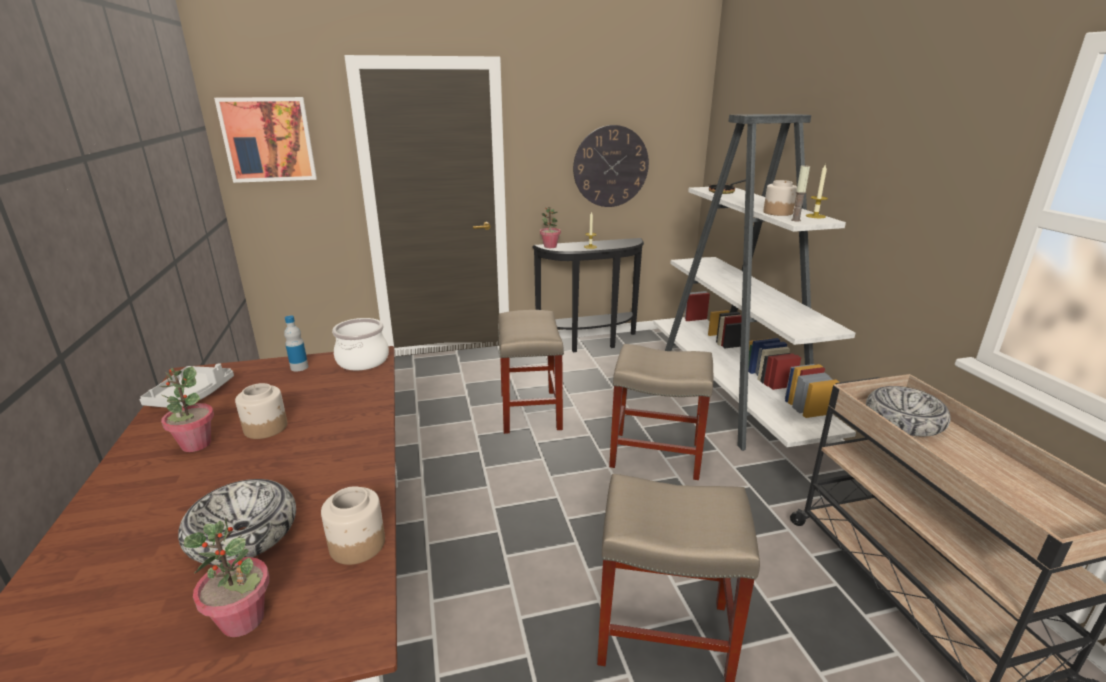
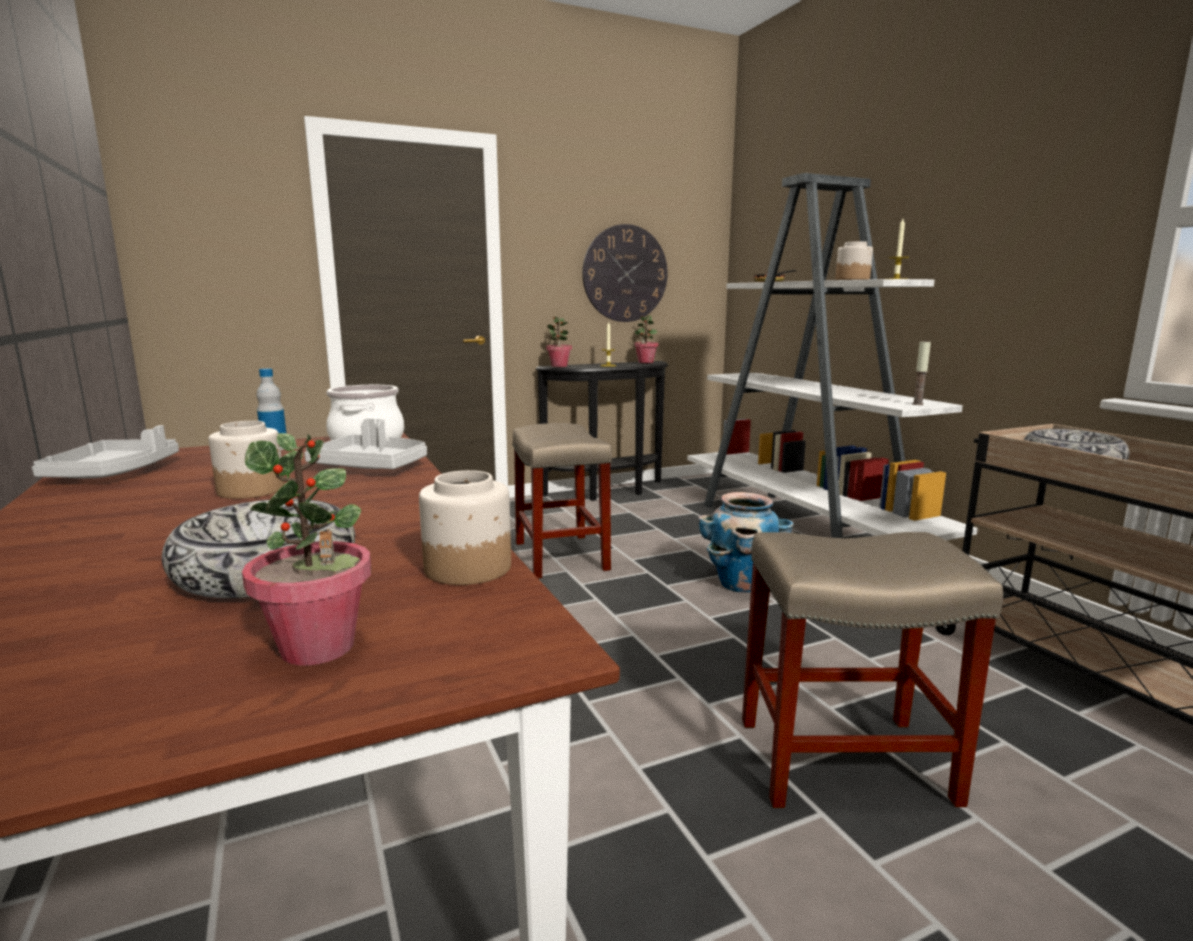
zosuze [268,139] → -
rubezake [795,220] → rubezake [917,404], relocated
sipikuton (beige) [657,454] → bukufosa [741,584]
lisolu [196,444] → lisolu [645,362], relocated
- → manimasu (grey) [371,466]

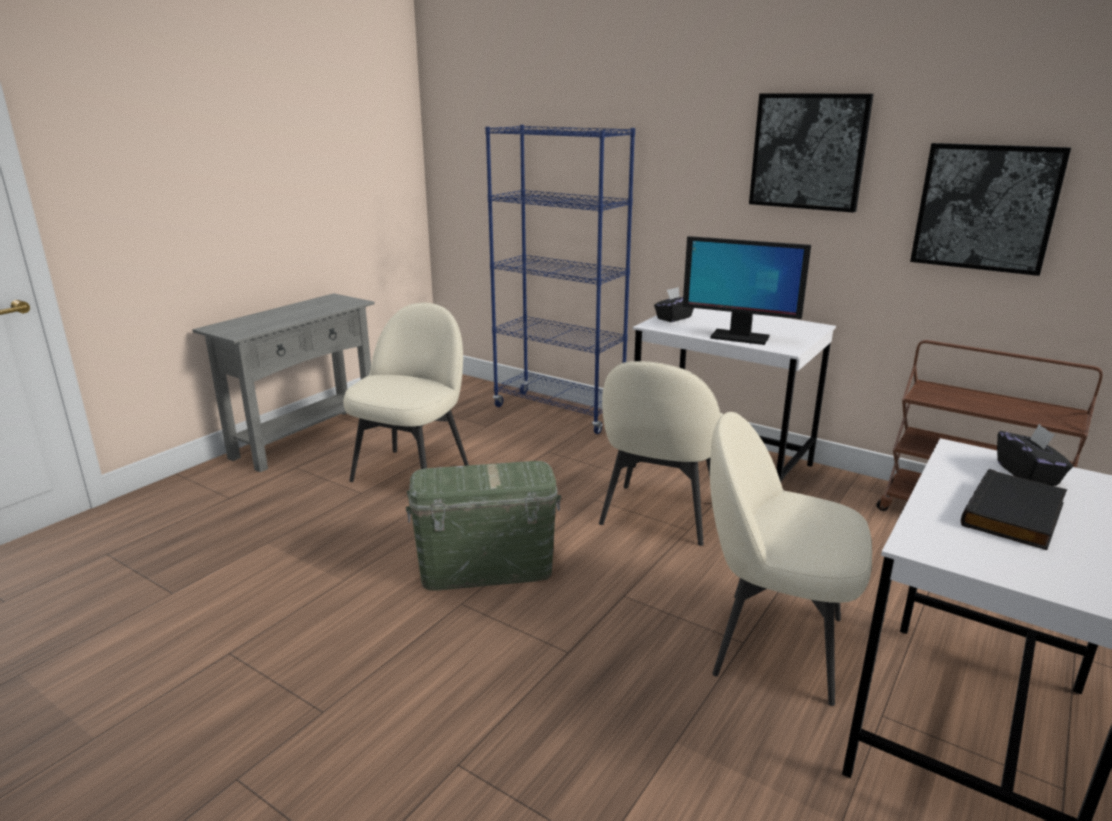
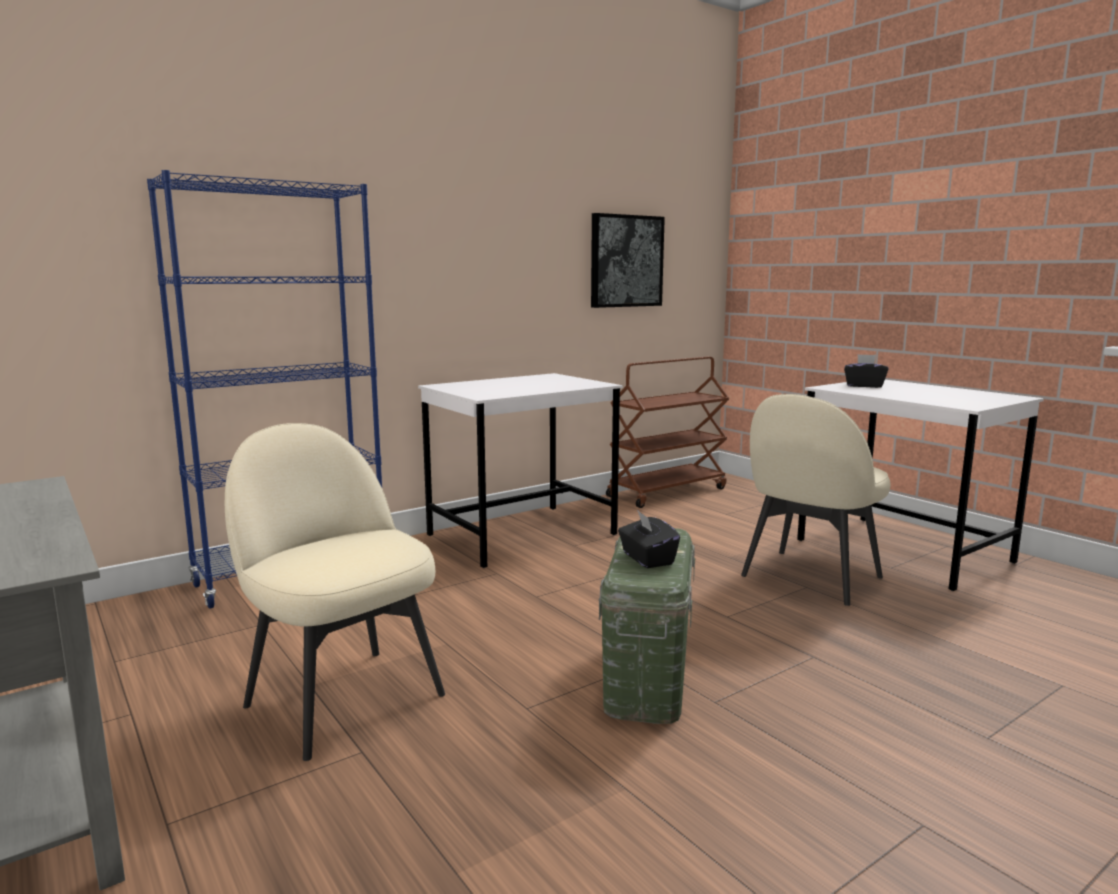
zosuze [808,152] → -
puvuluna [739,337] → -
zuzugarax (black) [673,318] → zuzugarax (black) [647,559], relocated
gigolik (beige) [659,516] → -
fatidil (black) [1015,516] → -

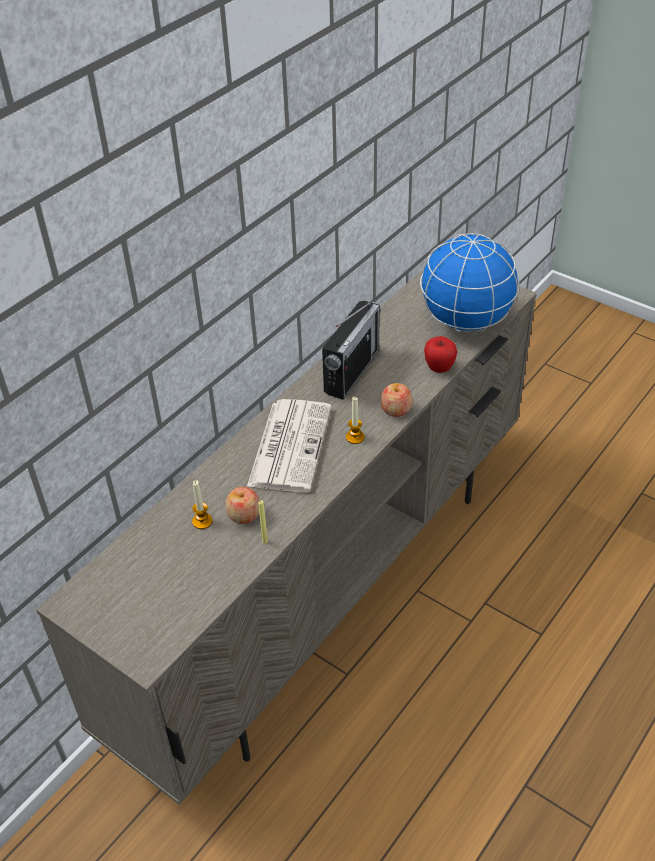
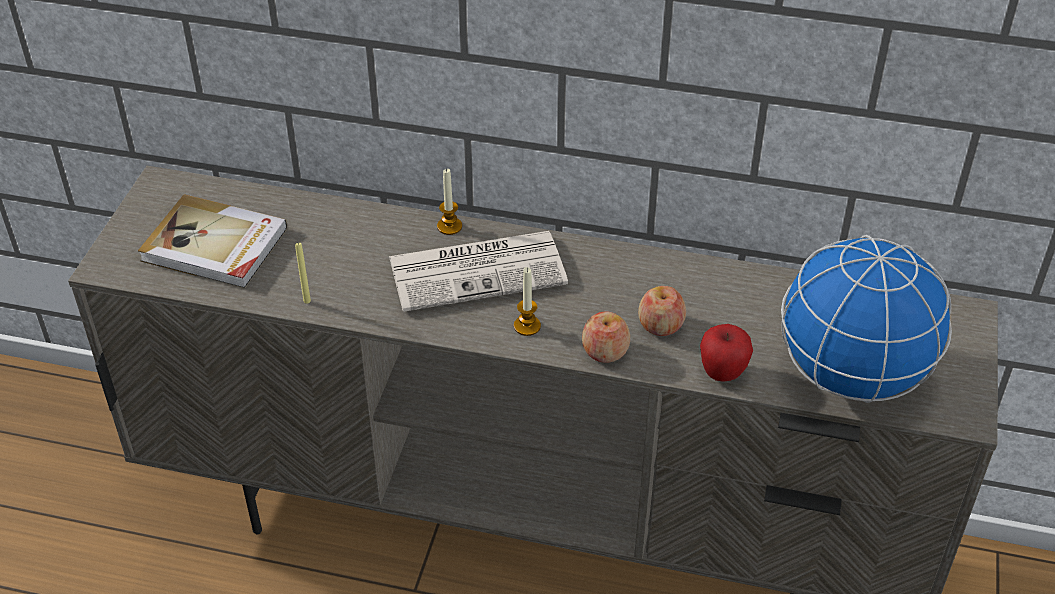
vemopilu [352,371] → -
rubezake [202,521] → rubezake [449,226], relocated
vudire [244,515] → vudire [660,325], relocated
- → fatidil [215,246]

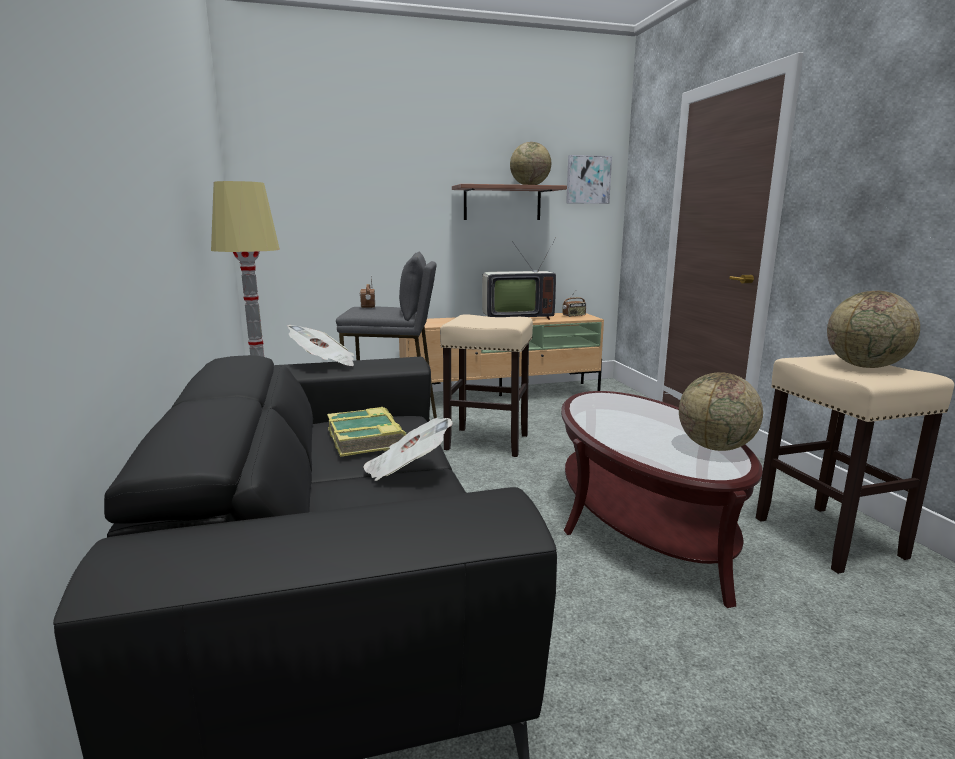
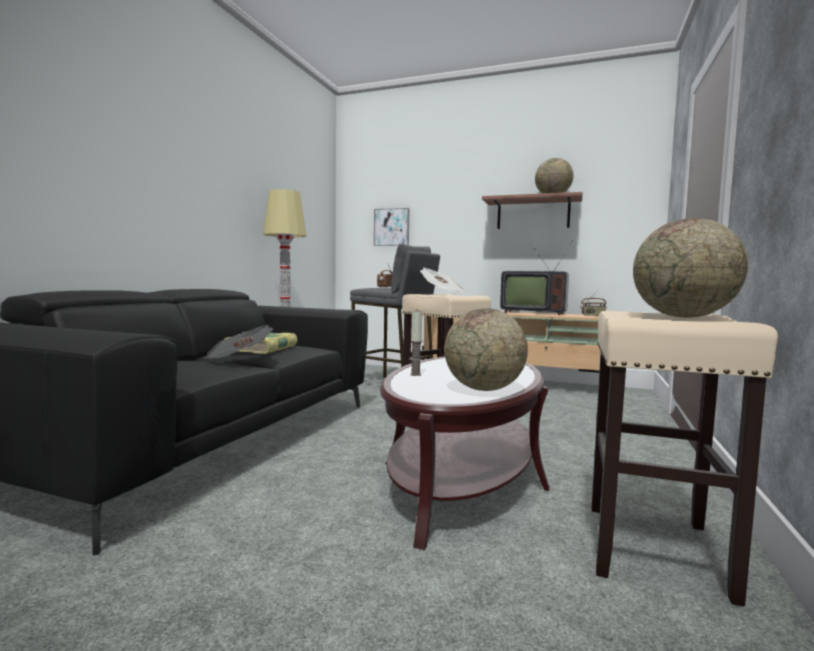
zosuze [588,180] → zosuze [392,227], relocated
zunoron [324,363] → zunoron [443,294], relocated
- → rubezake [415,374]

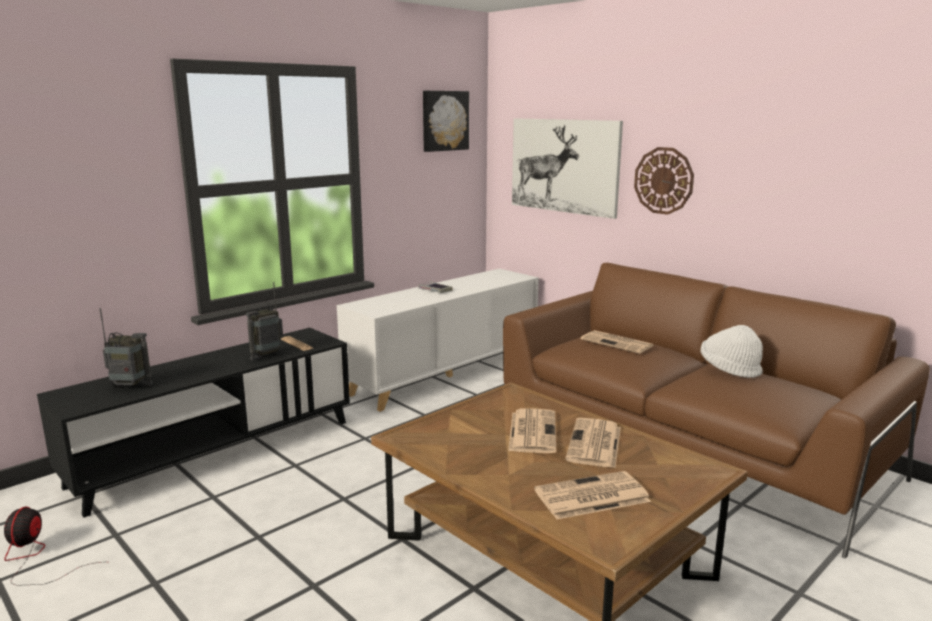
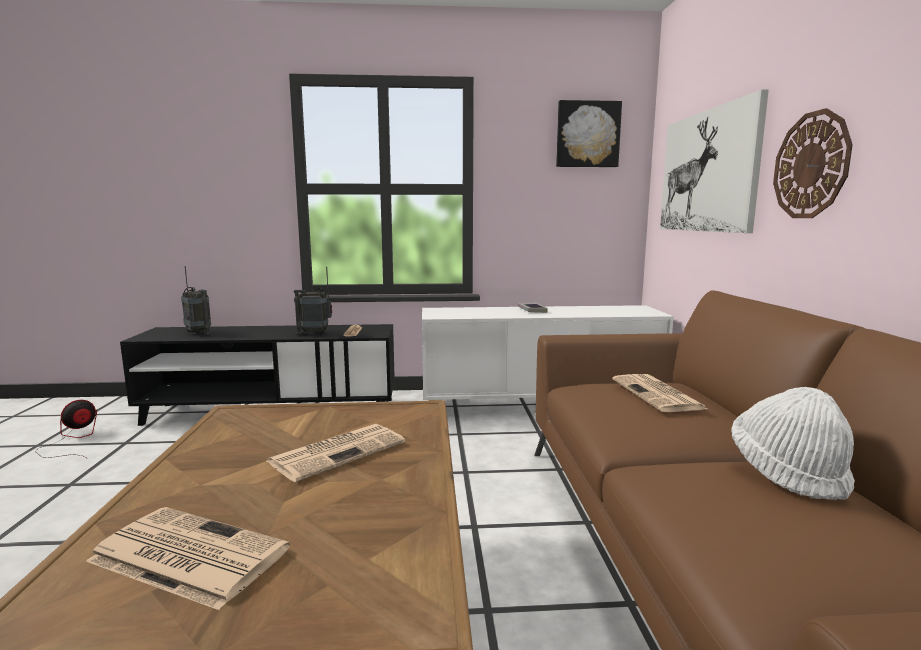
zunoron [595,444] → -

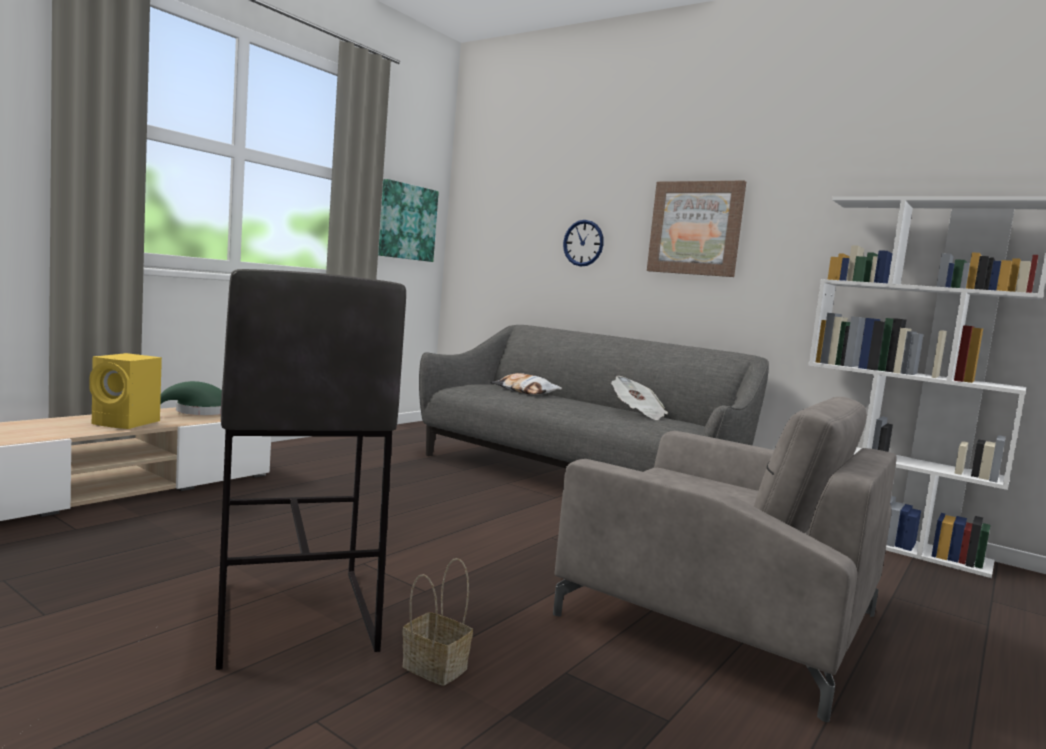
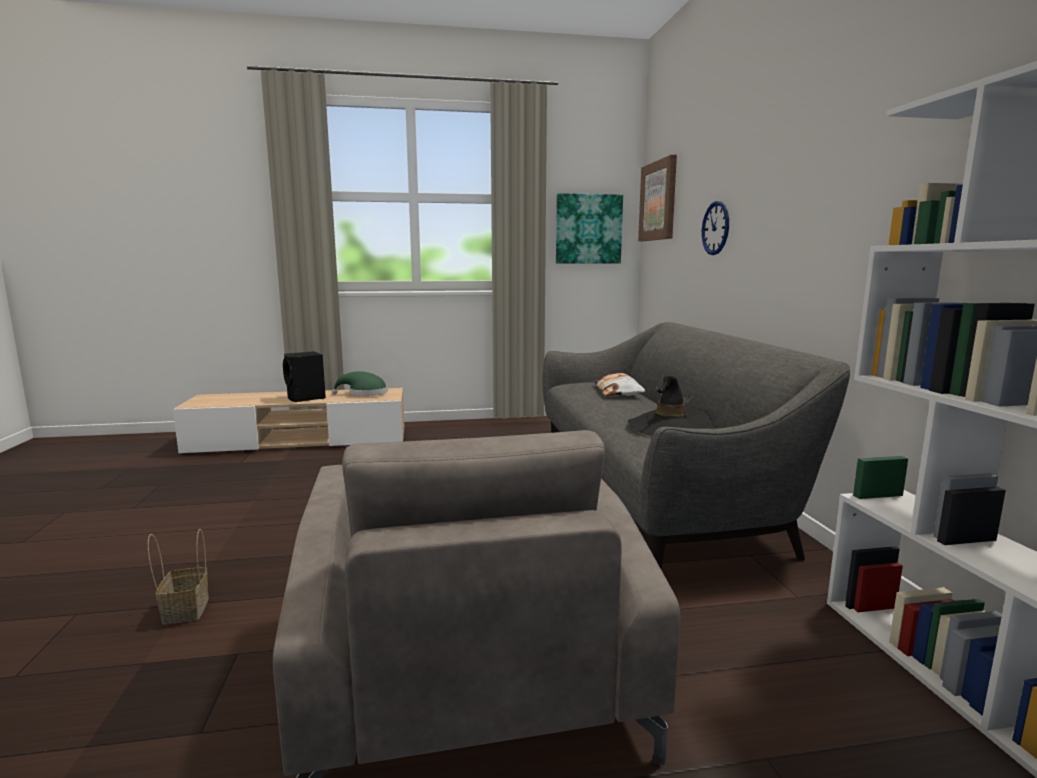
zosuze [695,228] → zosuze [658,201], relocated
sipikuton (grey) [292,616] → -
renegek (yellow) [127,423] → renegek (black) [306,398]
zunoron [638,414] → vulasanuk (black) [669,426]

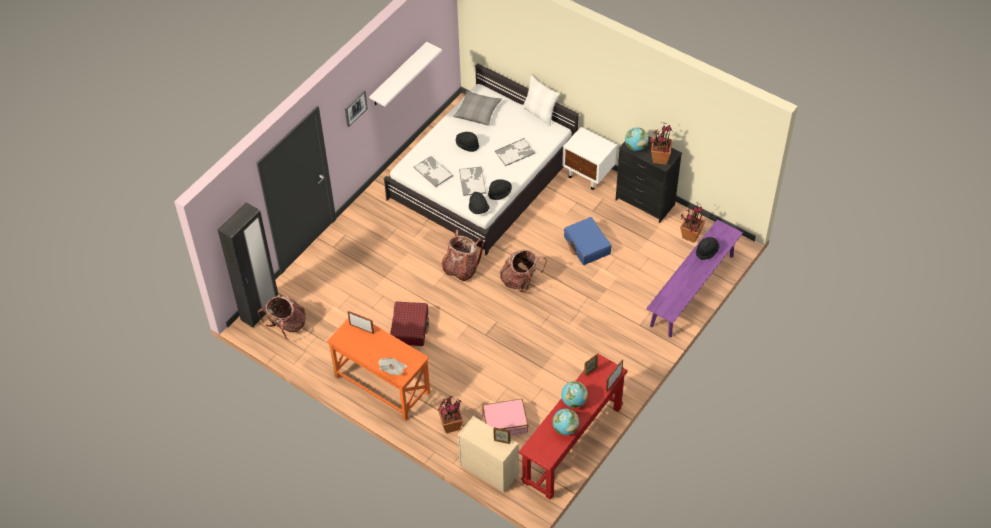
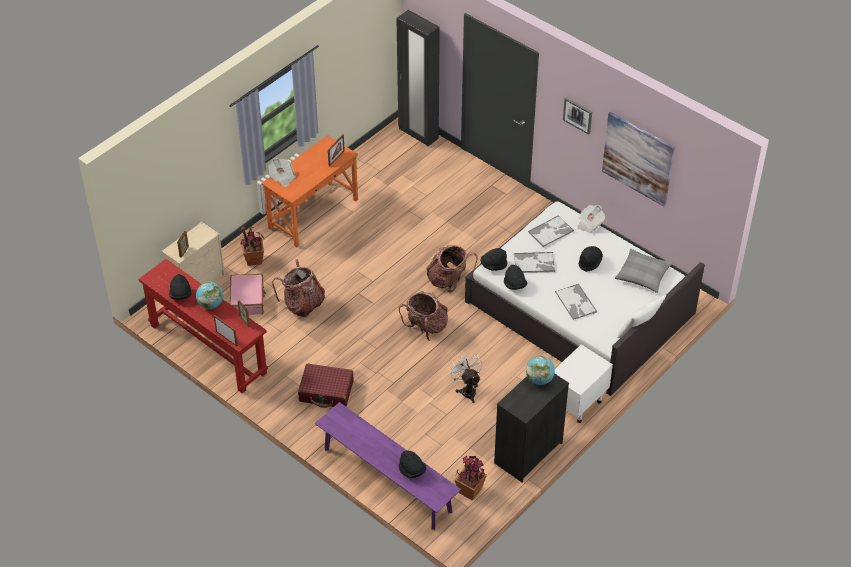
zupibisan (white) [398,75] → zosuze [638,158]
lisolu [659,158] → -
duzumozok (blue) [587,246] → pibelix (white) [467,390]
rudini [287,326] → rudini [302,304], relocated
duzumozok (red) [410,328] → duzumozok (red) [326,391], relocated
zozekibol [565,429] → vulasanuk (black) [180,294]
- → zunoron [589,224]

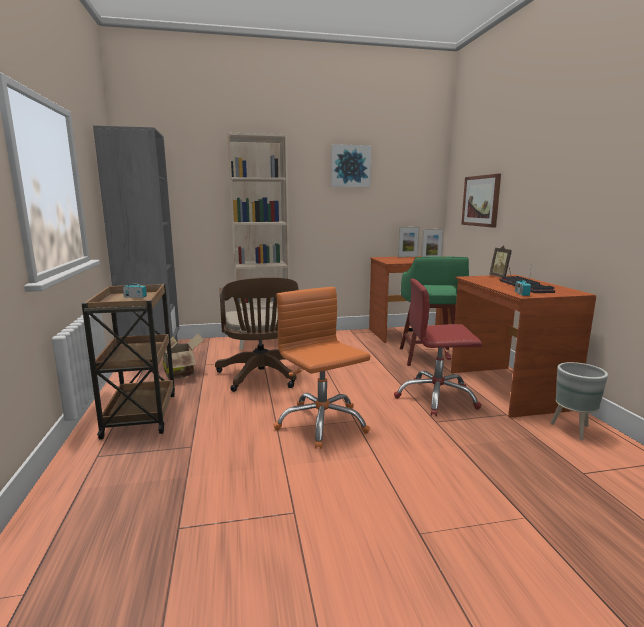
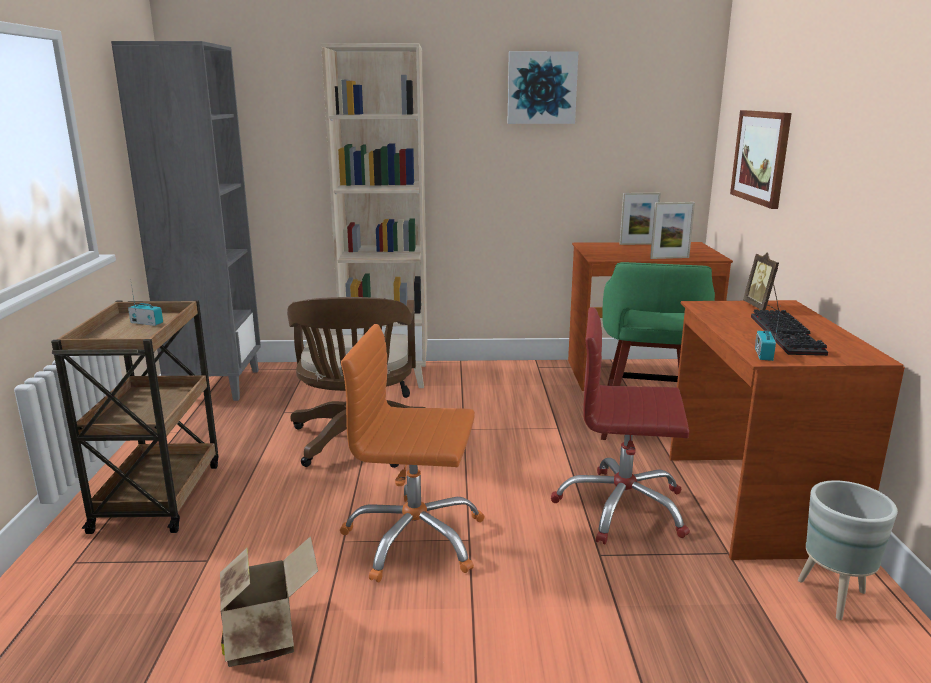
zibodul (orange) [321,423] → zibodul (orange) [414,539], 60 degrees counterclockwise
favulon [181,373] → favulon [267,637], relocated

